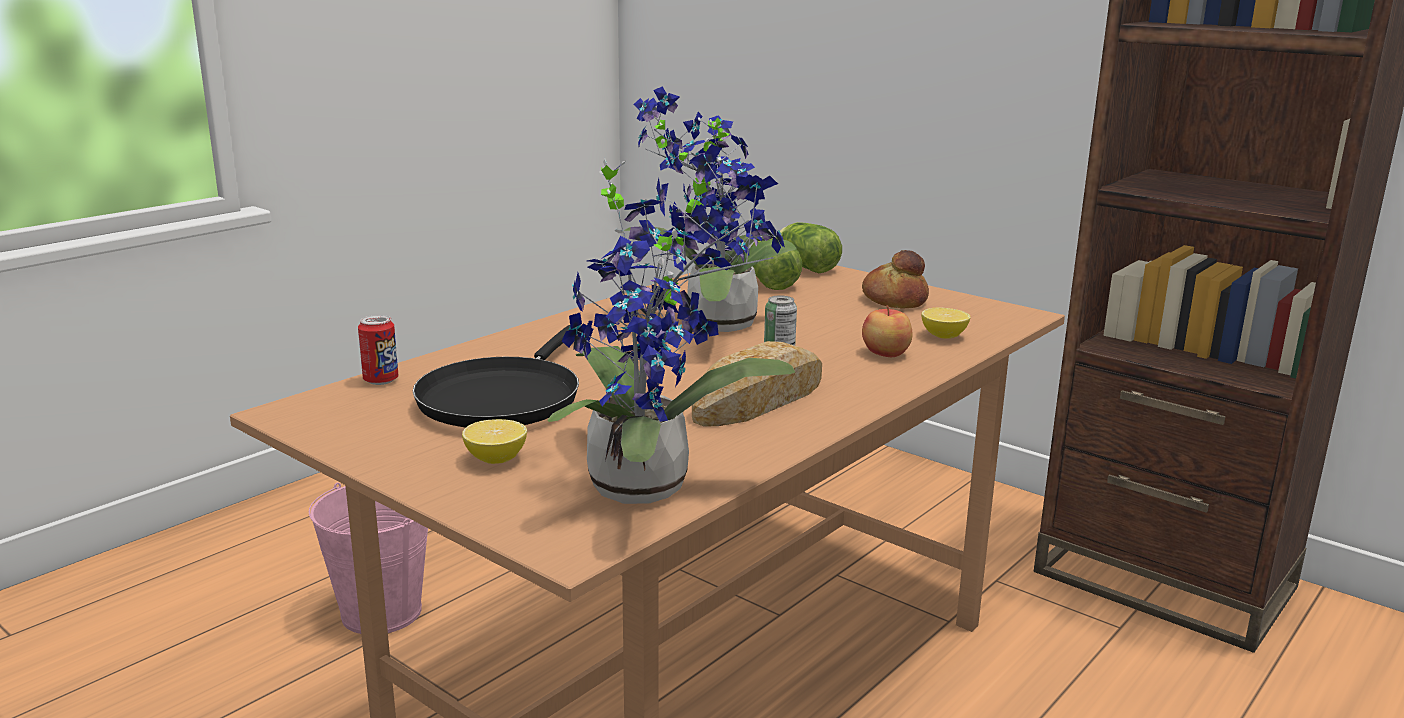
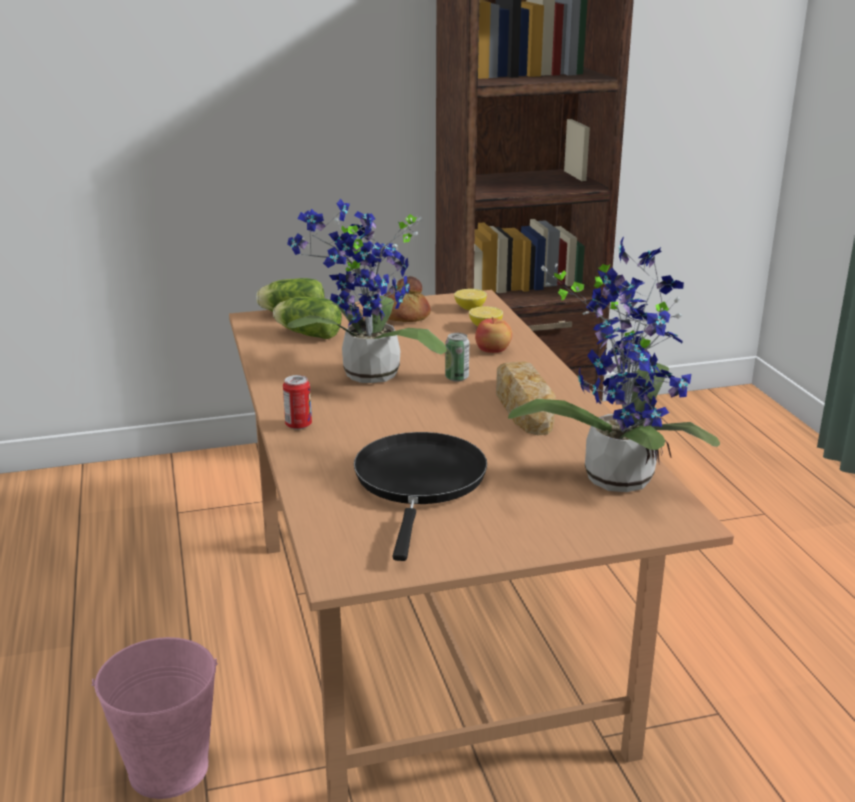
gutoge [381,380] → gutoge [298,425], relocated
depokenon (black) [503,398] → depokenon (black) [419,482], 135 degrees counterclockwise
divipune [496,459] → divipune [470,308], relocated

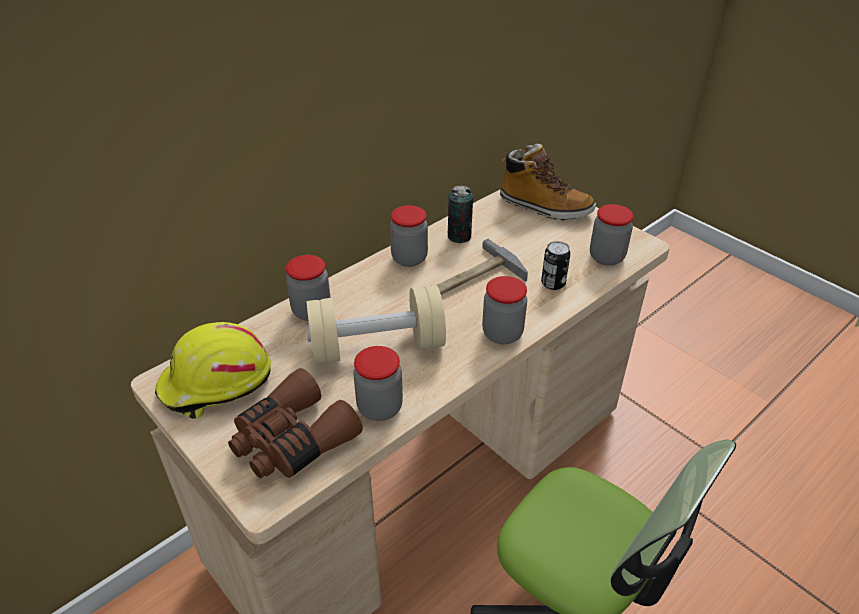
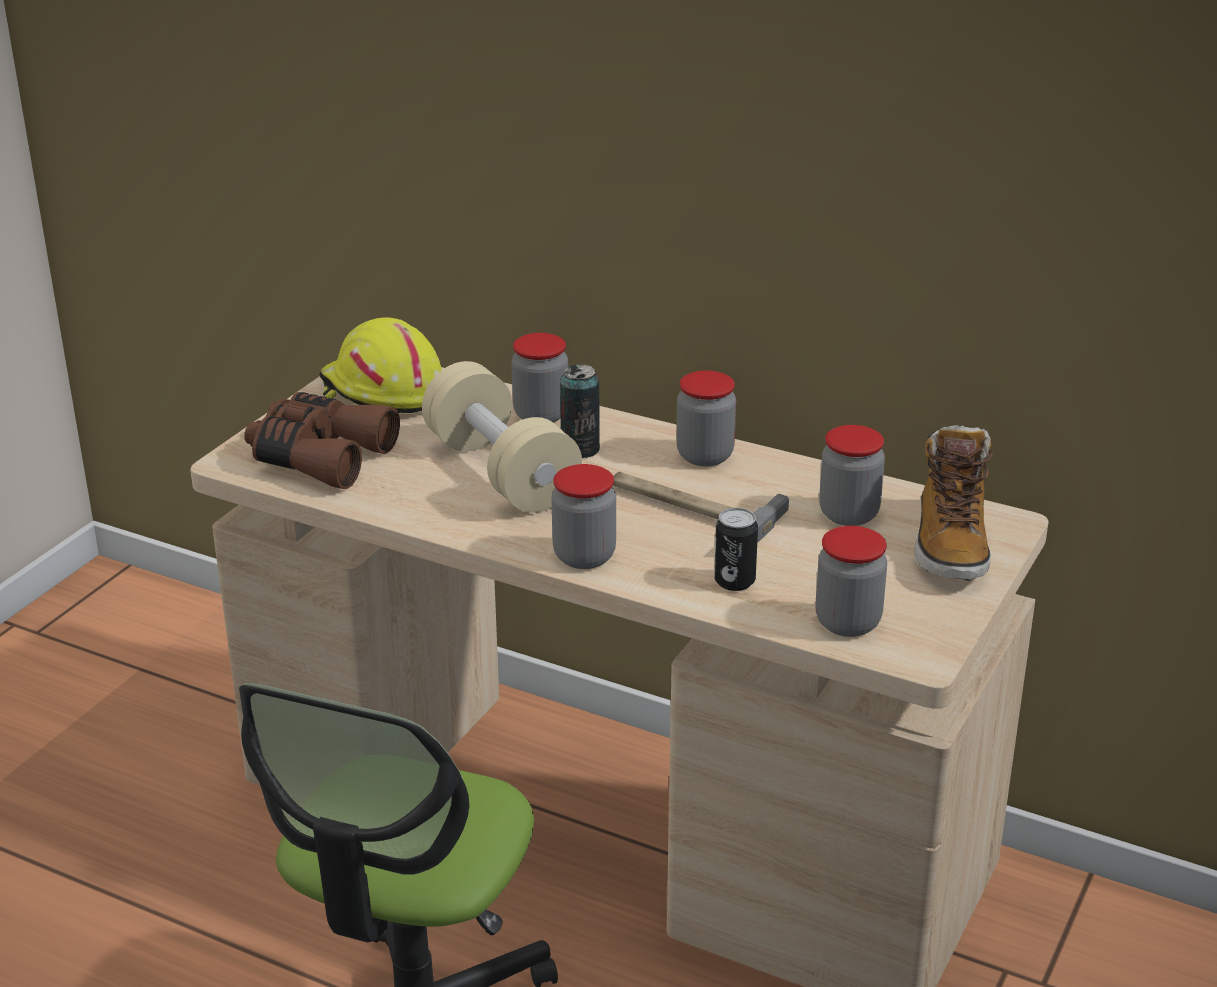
gutoge [459,236] → gutoge [580,449], relocated
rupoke [380,407] → rupoke [849,514], relocated

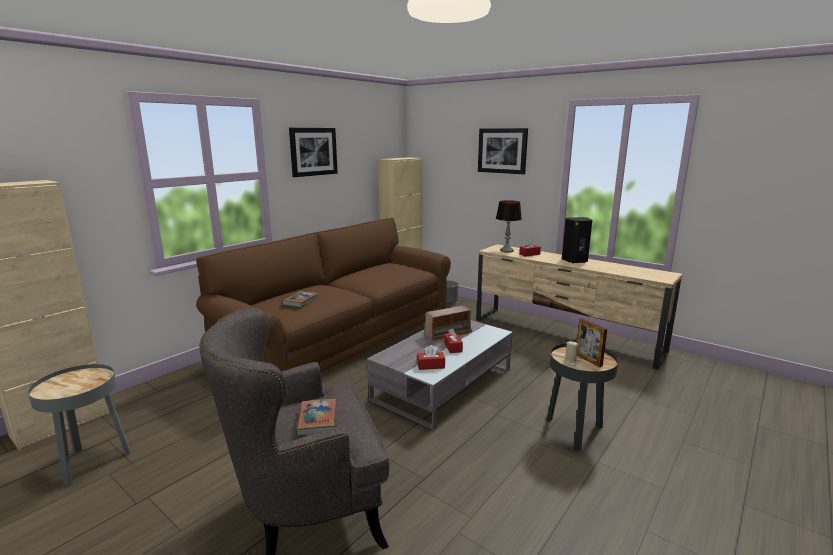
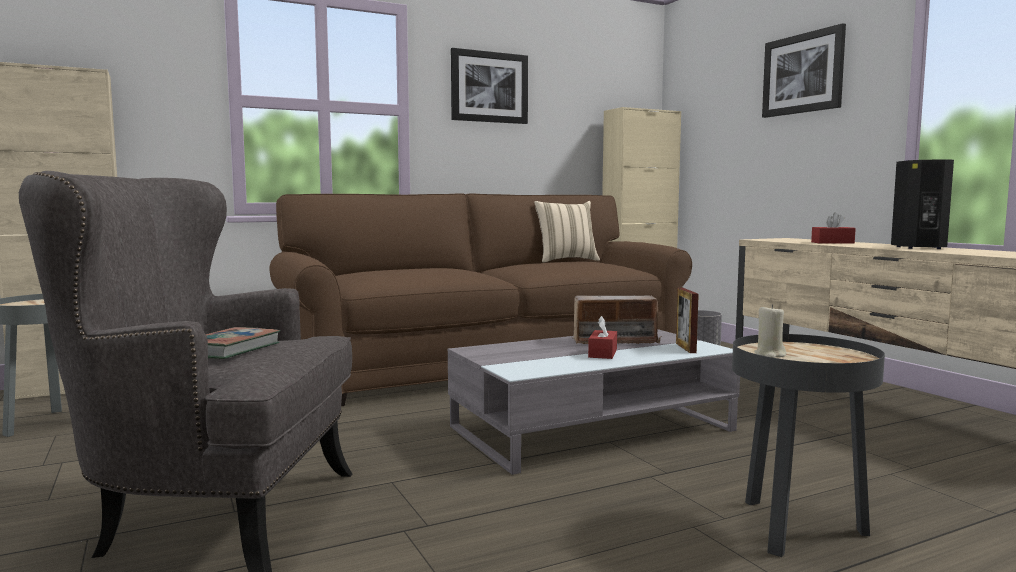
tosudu [506,250] → -
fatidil [300,301] → -
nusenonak [588,360] → nusenonak [685,348], relocated
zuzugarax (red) [431,366] → -
- → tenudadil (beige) [566,260]

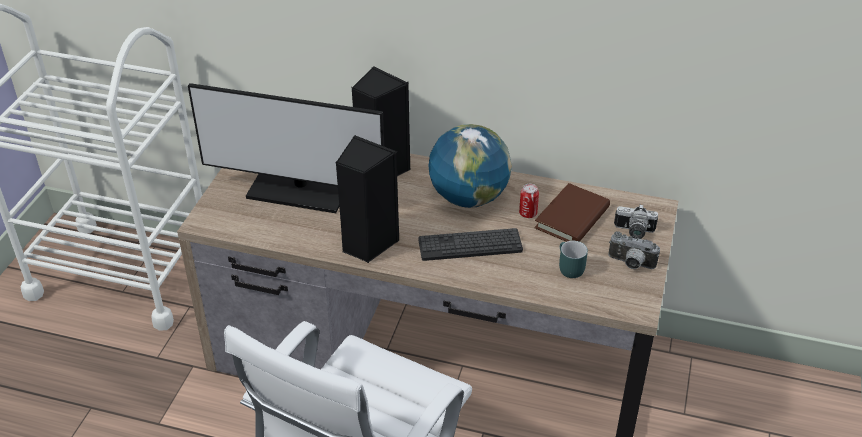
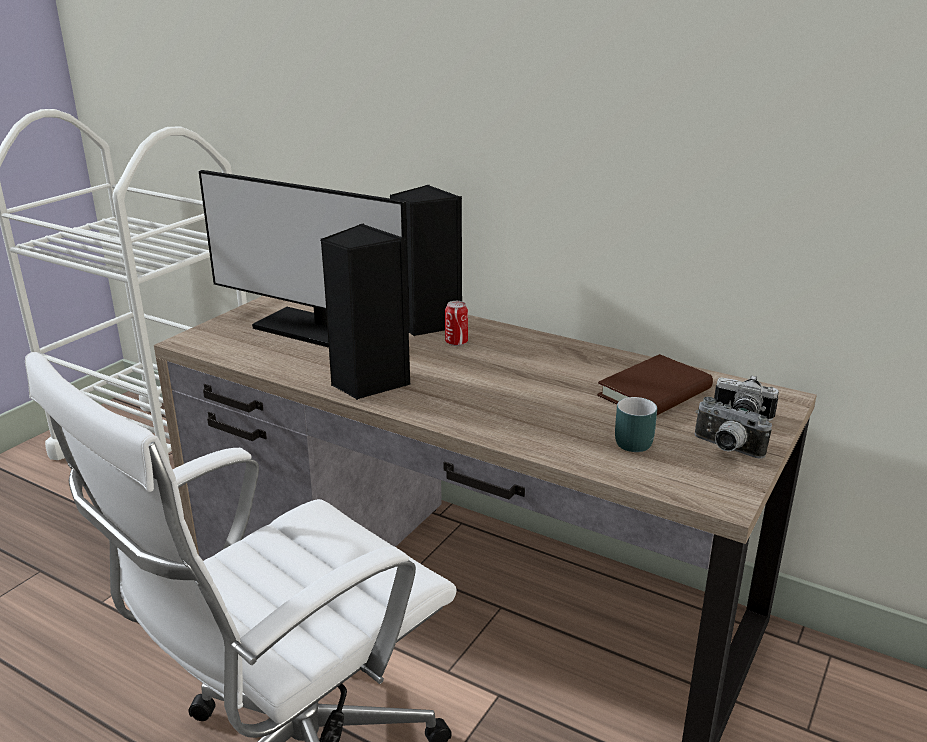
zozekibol [468,197] → -
gutoge [528,213] → gutoge [456,342], relocated
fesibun [470,245] → -

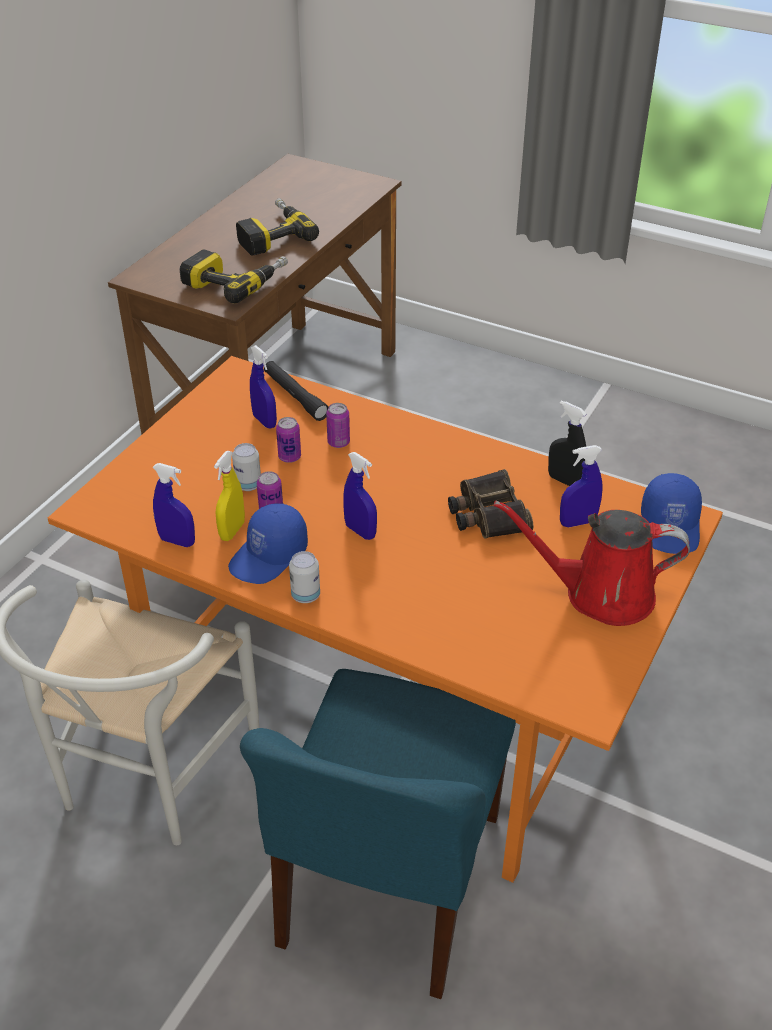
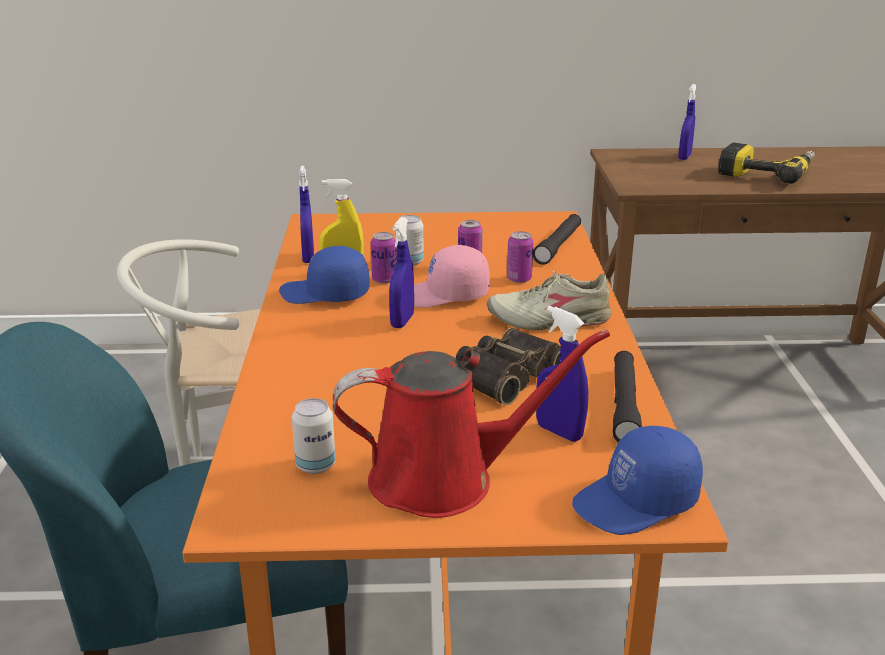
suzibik [235,281] → -
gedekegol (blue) [264,421] → gedekegol (blue) [684,157], relocated
gedekegol (black) [564,481] → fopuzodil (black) [624,405]
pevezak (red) [600,594] → pevezak (red) [444,479], 105 degrees clockwise
gutoge [305,595] → gutoge [315,465], relocated
- → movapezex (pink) [444,295]
- → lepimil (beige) [550,320]

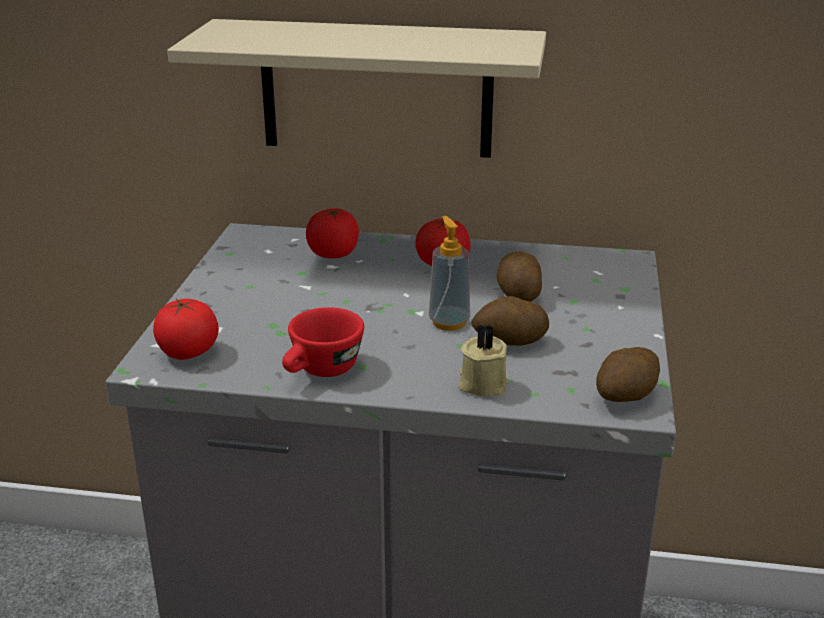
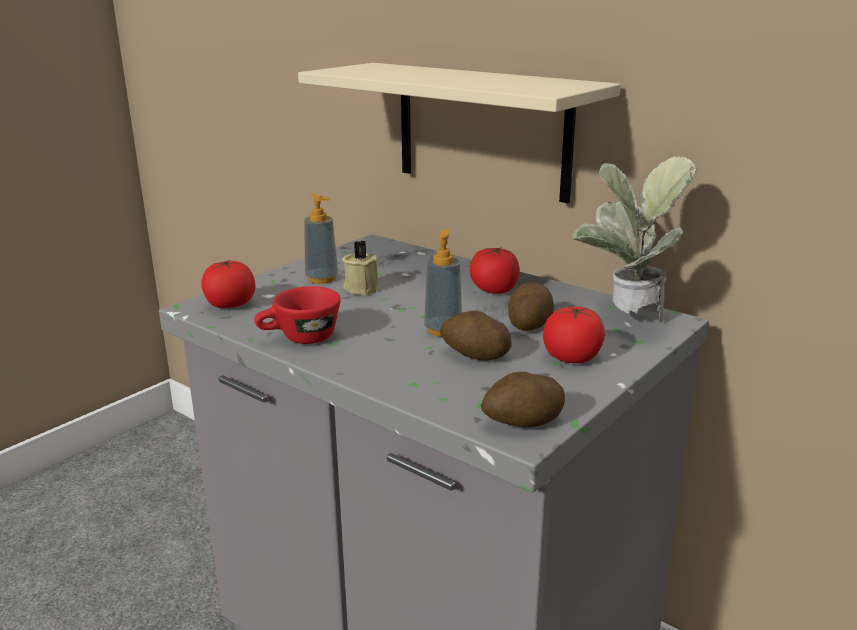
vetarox [333,253] → vetarox [572,357], relocated
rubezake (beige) [482,384] → rubezake (beige) [362,288], relocated
- → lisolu [625,320]
- → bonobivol [322,279]

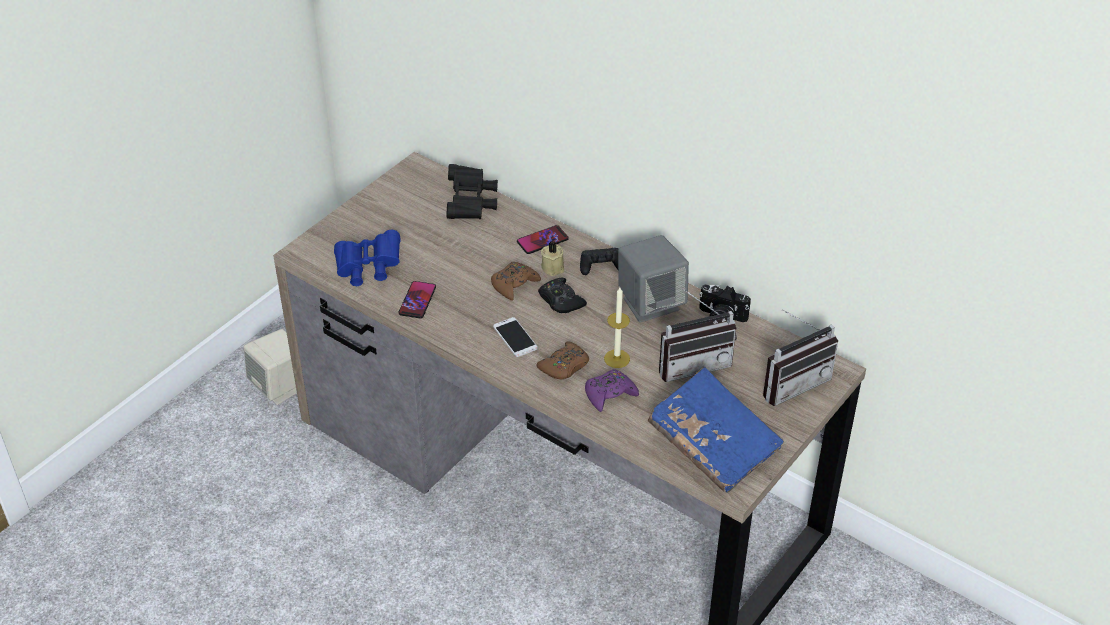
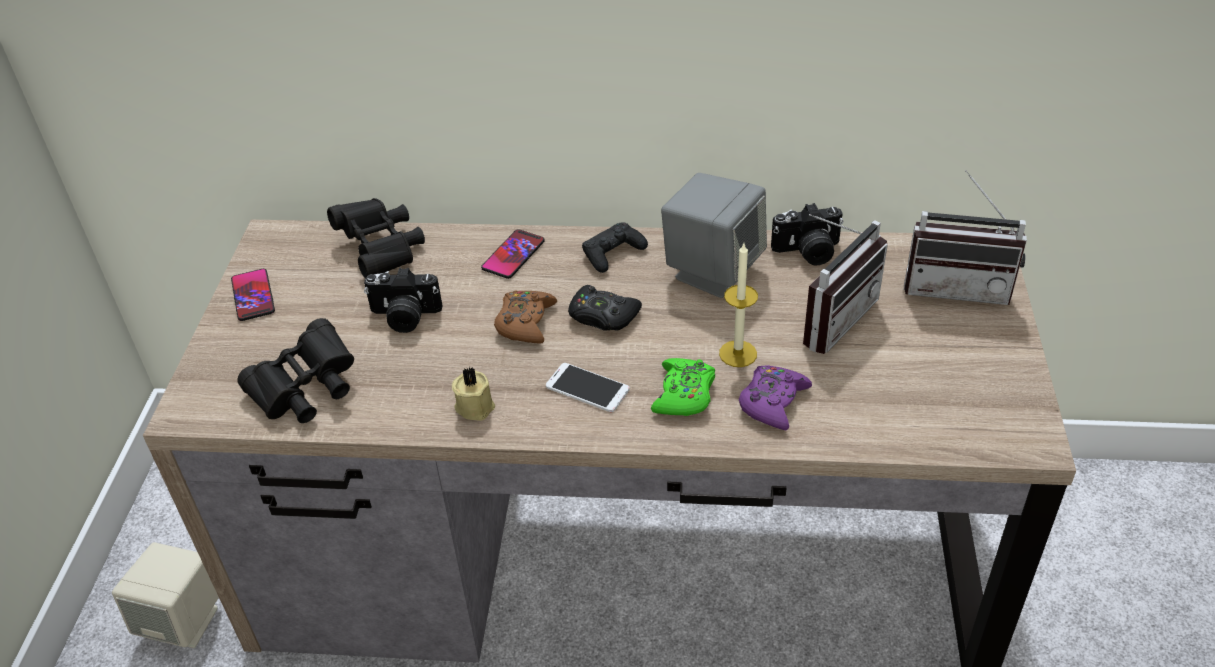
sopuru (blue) [368,269] → sopuru (black) [306,391]
rubezake (beige) [553,267] → rubezake (beige) [475,406], relocated
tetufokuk [417,300] → tetufokuk [253,296], relocated
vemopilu [792,382] → vemopilu [957,286], 75 degrees clockwise
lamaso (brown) [564,366] → lamaso (green) [684,394]
fatidil (blue) [713,444] → -
- → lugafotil [404,317]

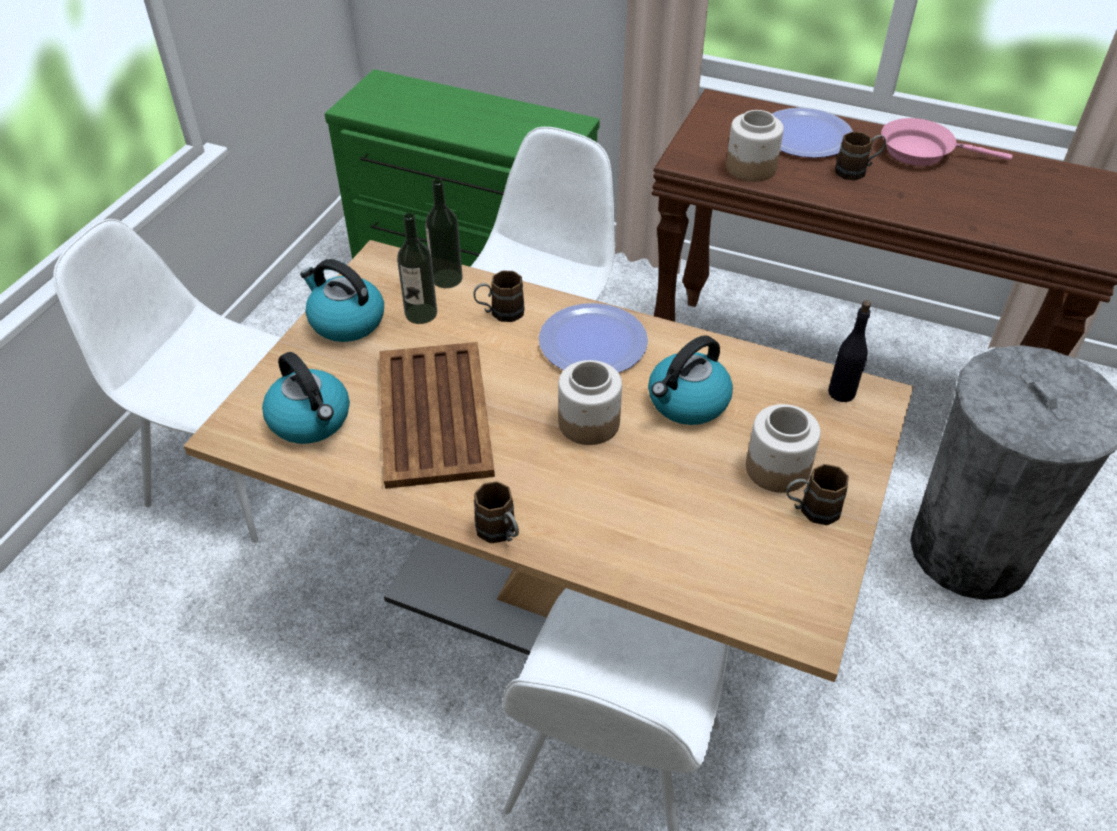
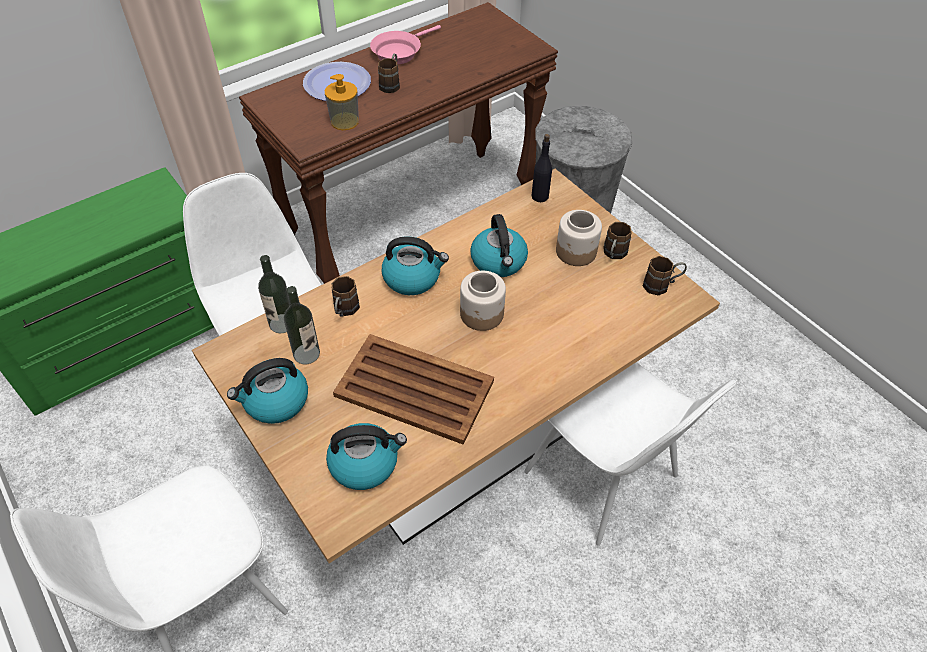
rupoke [750,168] → bonobivol [344,121]
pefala [593,342] → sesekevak [413,278]
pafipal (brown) [501,533] → pafipal (brown) [661,285], relocated

